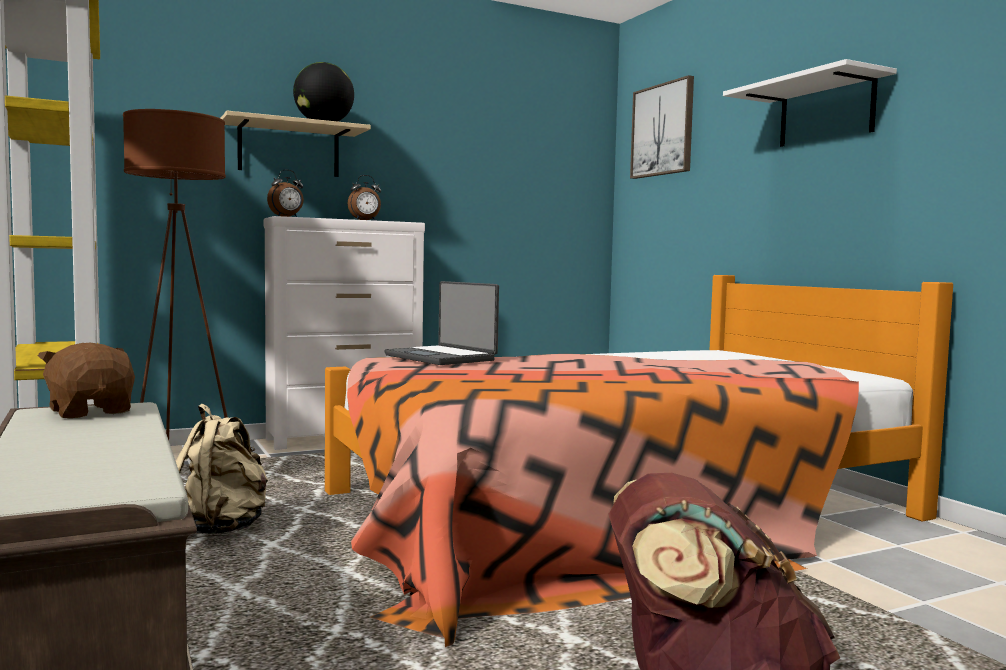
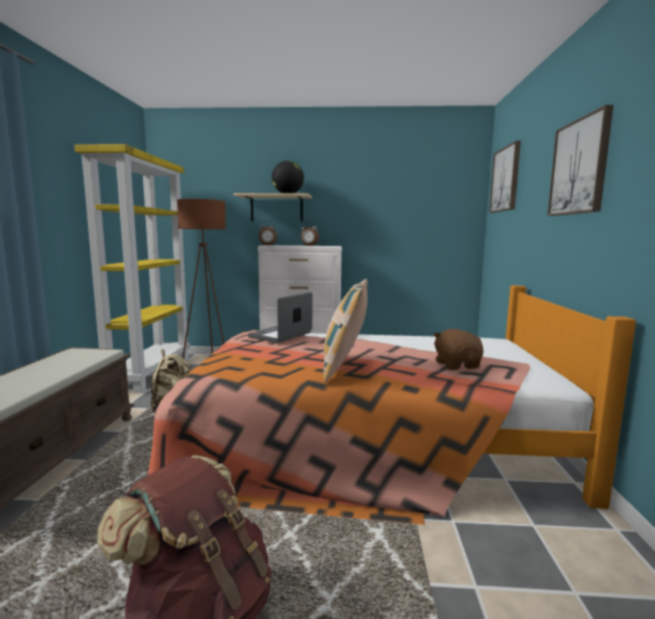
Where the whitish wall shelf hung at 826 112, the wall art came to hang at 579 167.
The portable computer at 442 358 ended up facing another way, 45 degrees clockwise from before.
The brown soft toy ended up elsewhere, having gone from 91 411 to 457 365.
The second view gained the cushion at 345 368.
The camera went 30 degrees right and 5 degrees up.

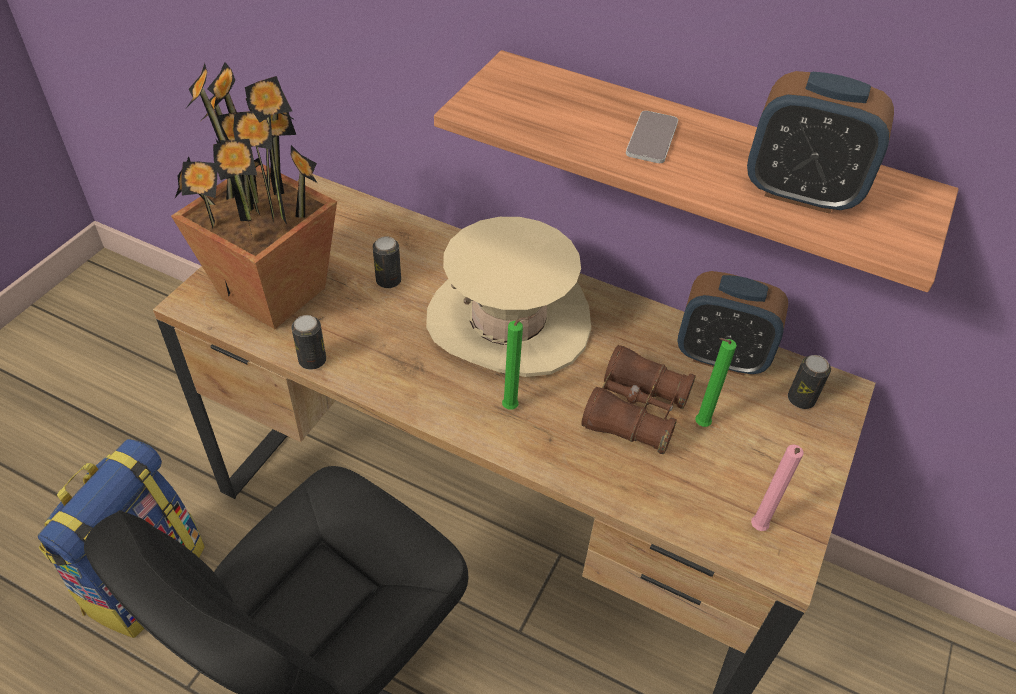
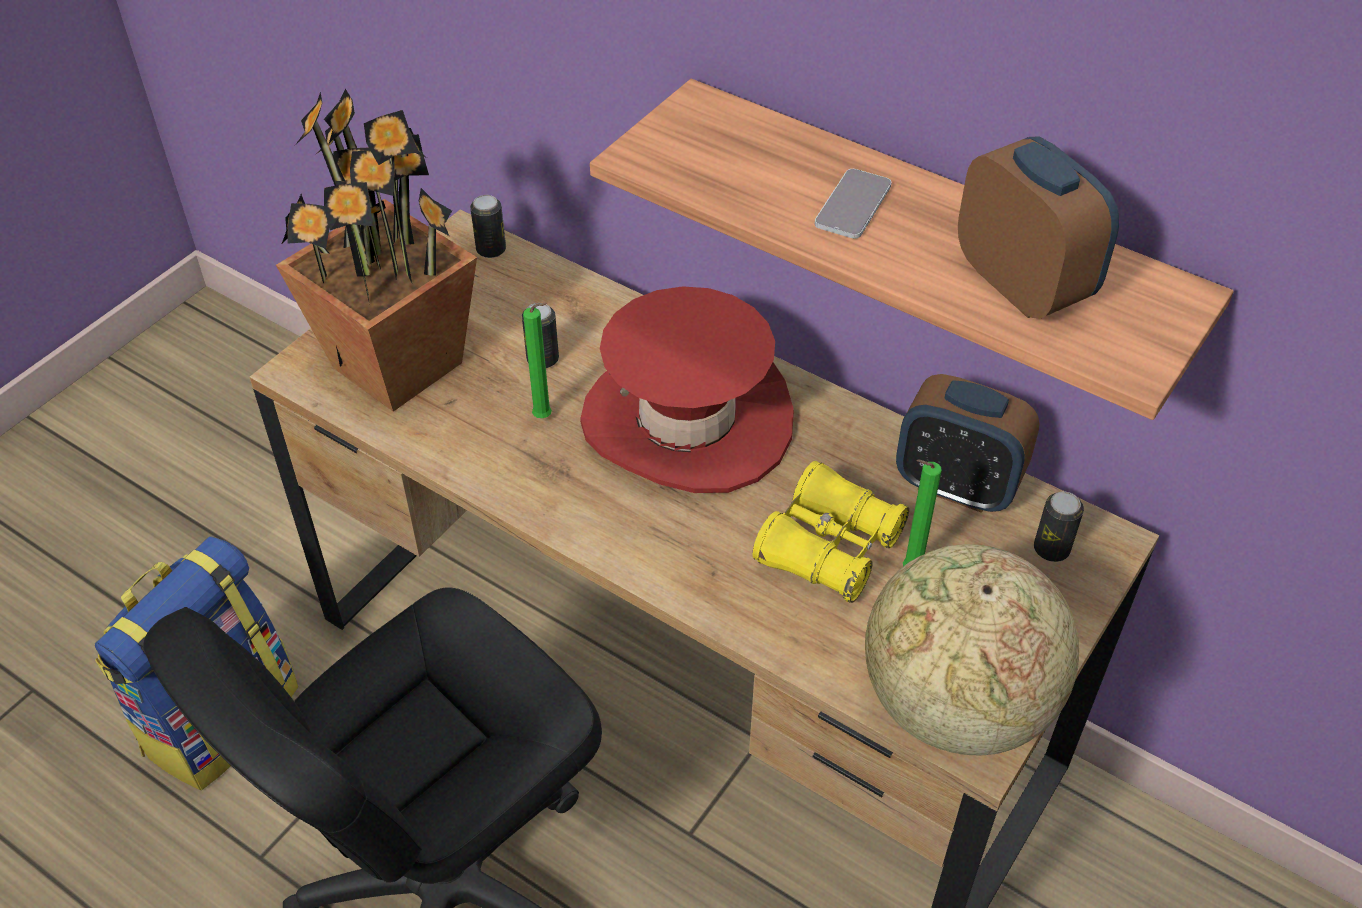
The table clock at 800 192 ended up facing another way, 150 degrees counterclockwise from before.
What was the sand-coloured clothing hat at 508 321 turned into the reddish clothing hat at 687 420.
The sealed can ended up elsewhere, having gone from 312 360 to 491 249.
The green candle ended up elsewhere, having gone from 512 408 to 545 418.
What was the brown field glasses at 635 412 turned into the yellow-coloured field glasses at 828 548.
Where the pink candle stood at 757 529, the world globe came to stand at 954 705.
The camera went 10 degrees right and 0 degrees up.

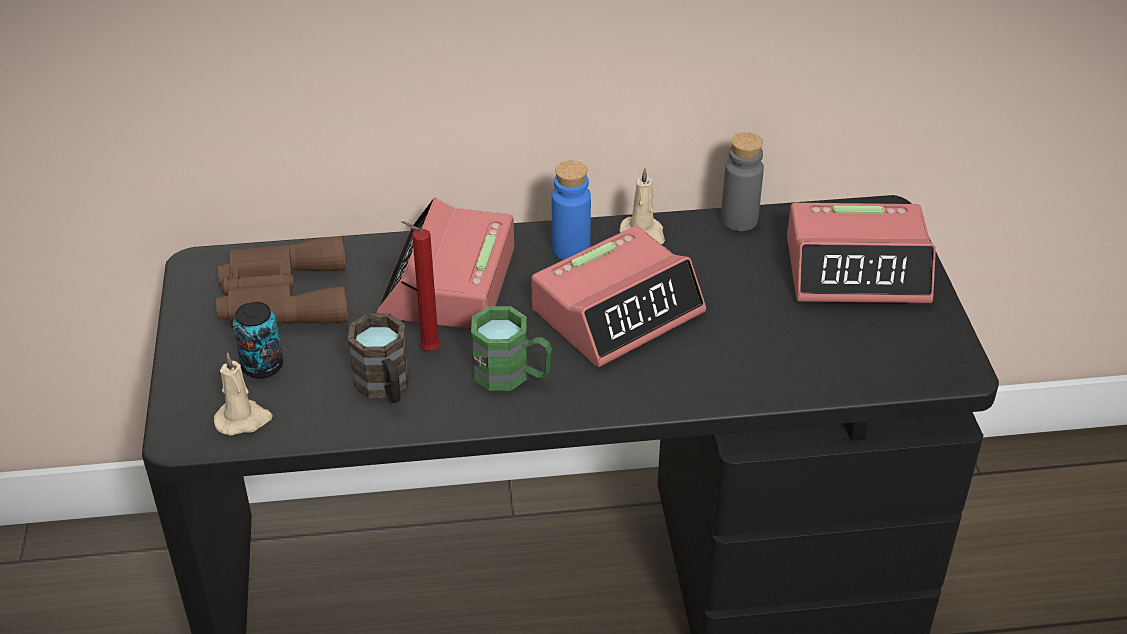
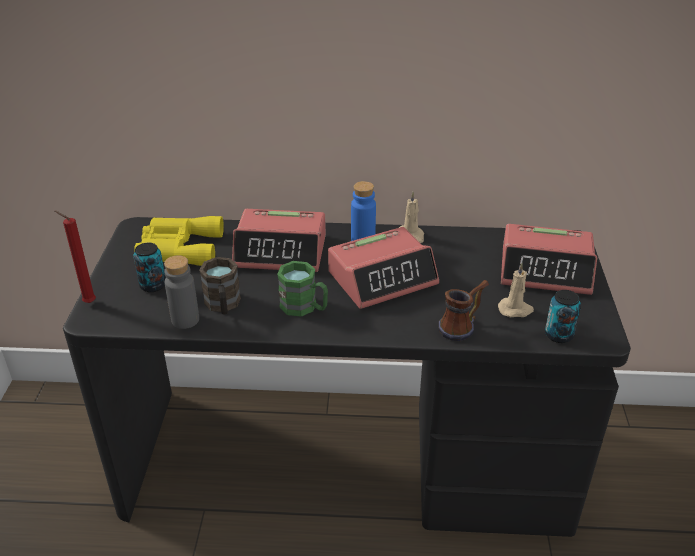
The gray beverage bottle ended up elsewhere, having gone from 739 220 to 185 320.
The table clock at 448 283 ended up facing another way, 105 degrees counterclockwise from before.
The reddish candle ended up elsewhere, having gone from 427 350 to 87 302.
What was the brown field glasses at 281 296 turned into the yellow-coloured field glasses at 178 248.
The sand-coloured candle ended up elsewhere, having gone from 243 419 to 515 310.
The second view gained the mug at 462 326.
The second view gained the sealed can at 558 335.
The camera went 10 degrees right and 5 degrees down.

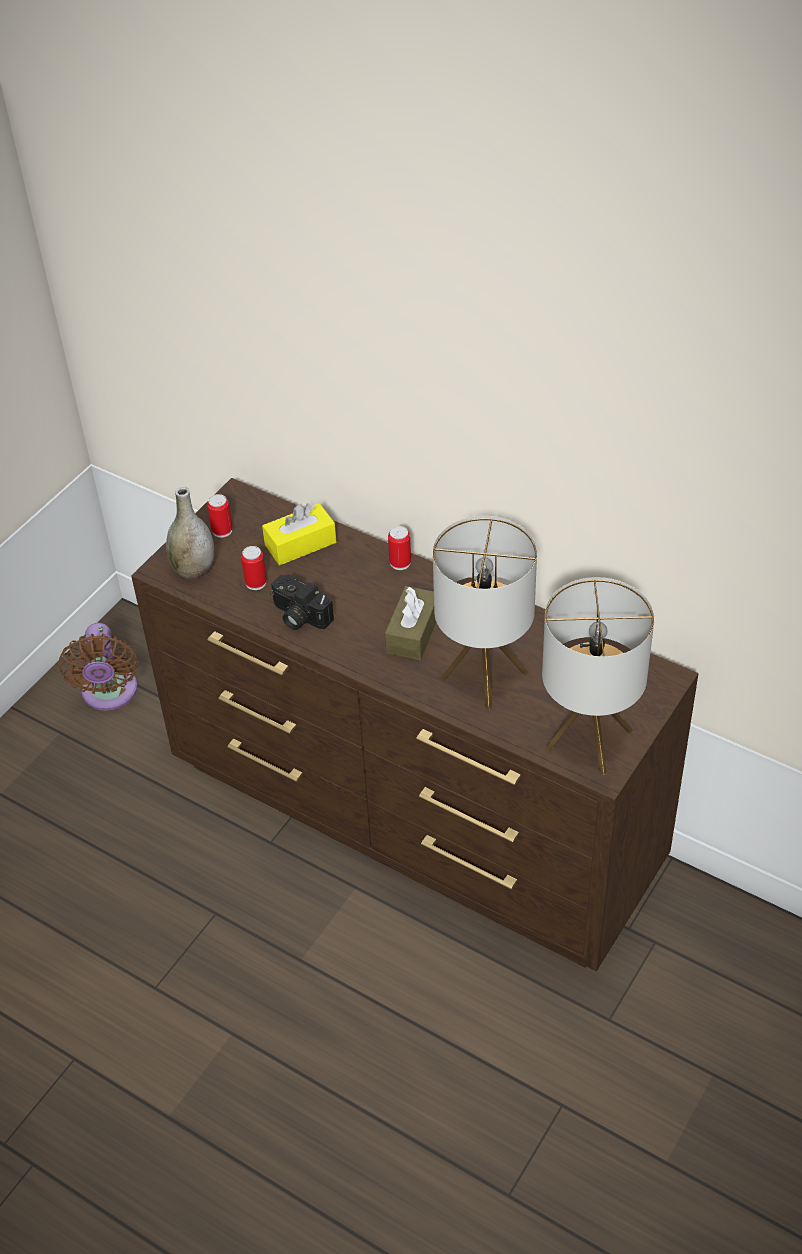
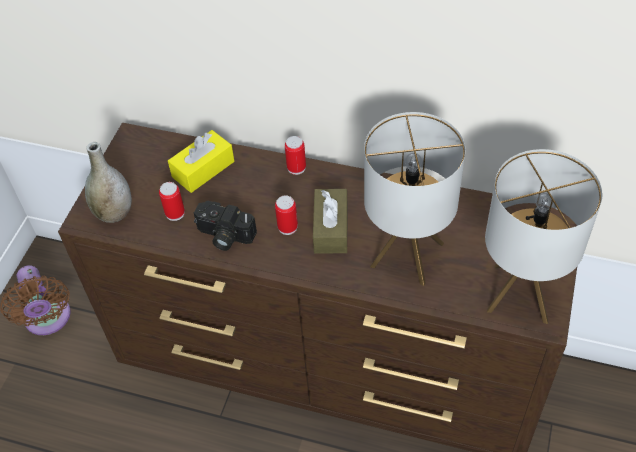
The sealed can ended up elsewhere, having gone from 222 530 to 287 227.
The camera went 15 degrees left and 5 degrees up.

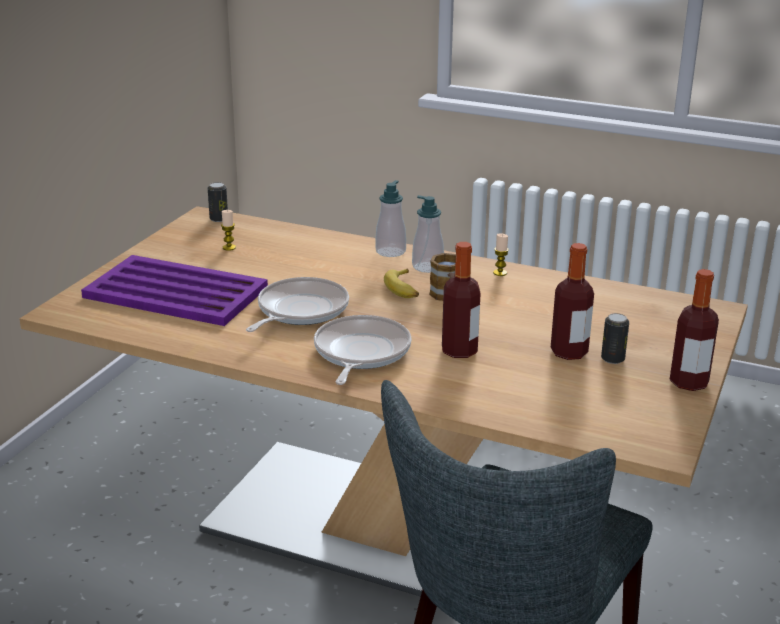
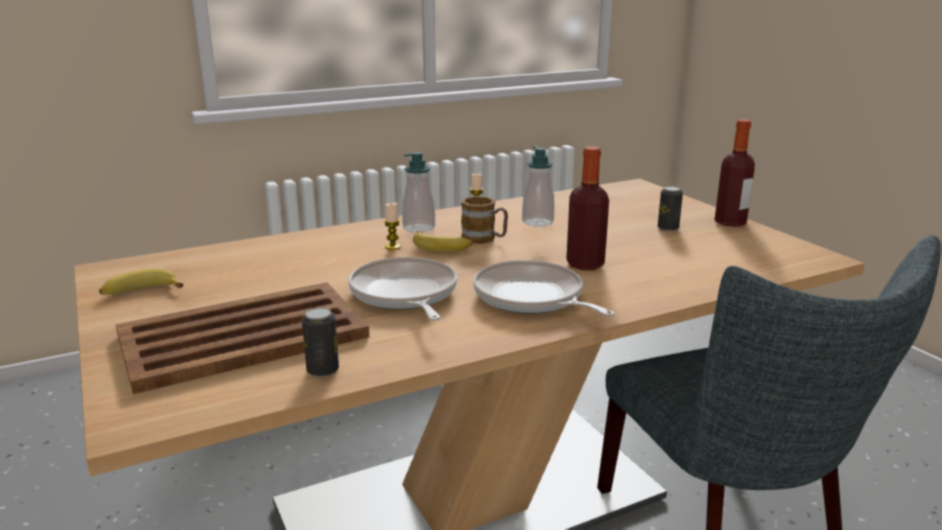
The soap dispenser ended up elsewhere, having gone from 390 251 to 537 222.
The sealed can ended up elsewhere, having gone from 219 219 to 323 370.
The candle ended up elsewhere, having gone from 229 247 to 393 247.
The second view lost the beverage bottle at 569 352.
What was the purple carrying tray at 177 293 turned into the brown carrying tray at 245 336.
The second view gained the banana fruit at 141 292.
The camera went 50 degrees left and 5 degrees down.

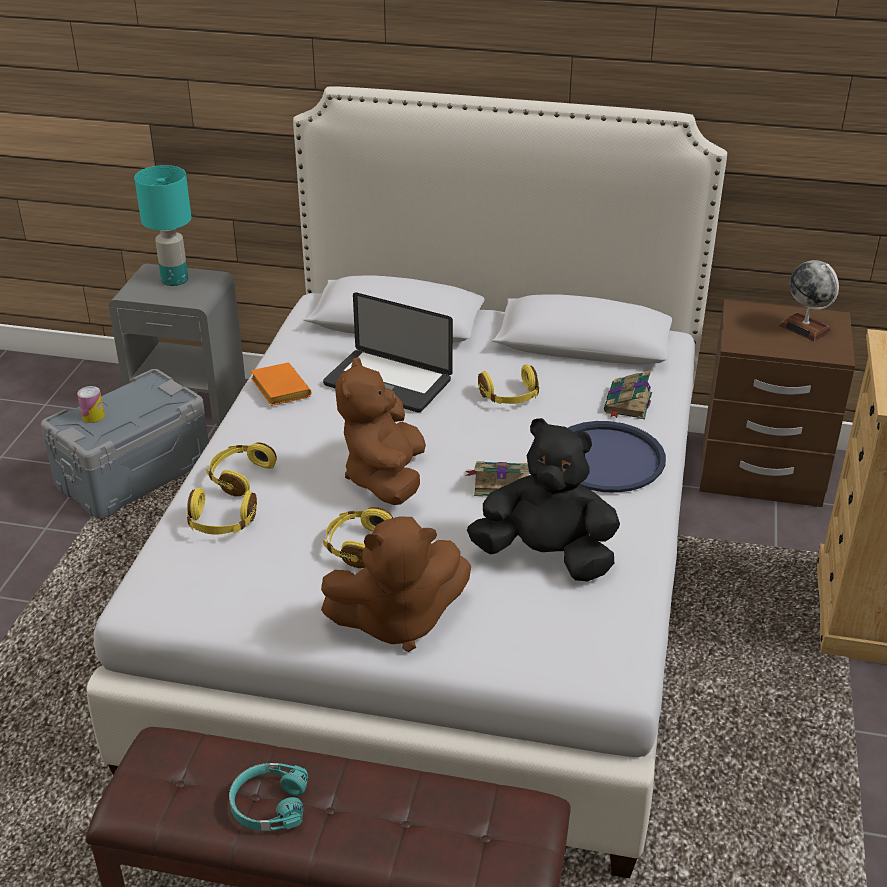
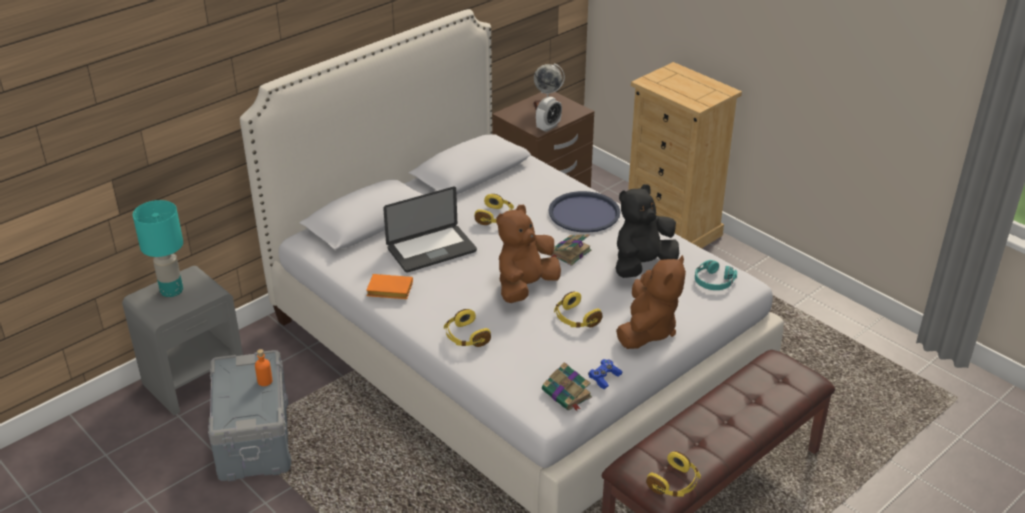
The brown soft toy at 385 478 ended up facing another way, 90 degrees clockwise from before.
The volume ended up elsewhere, having gone from 627 404 to 567 394.
The second view lost the sealed can at 93 416.
The yellow-coloured pair of headphones ended up elsewhere, having gone from 221 523 to 674 484.
The turquoise pair of headphones ended up elsewhere, having gone from 268 804 to 713 281.
The second view gained the table clock at 548 127.
The second view gained the orange-coloured beverage bottle at 265 381.
The second view gained the blue-coloured joypad at 604 378.
The camera went 55 degrees left and 0 degrees up.

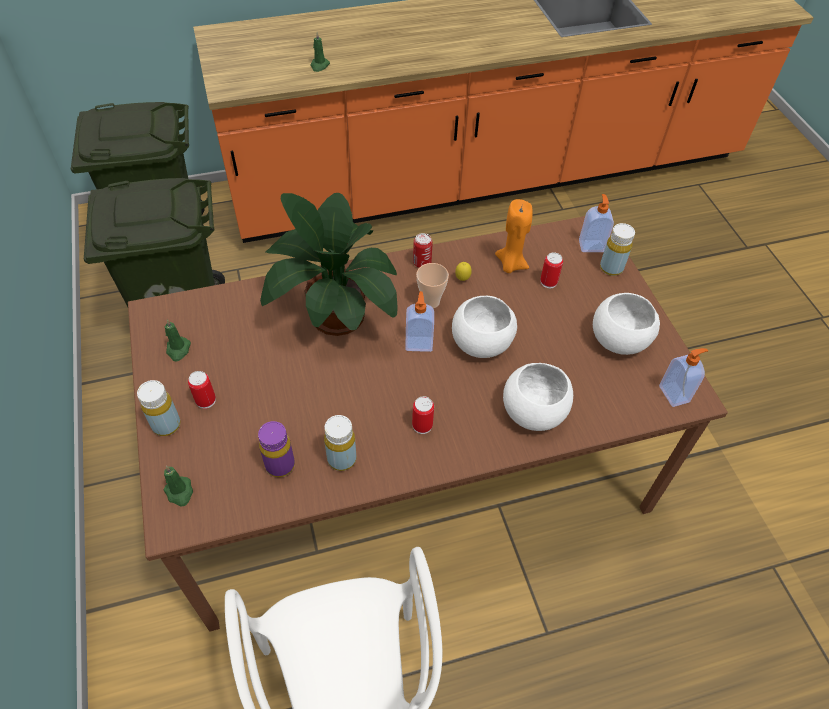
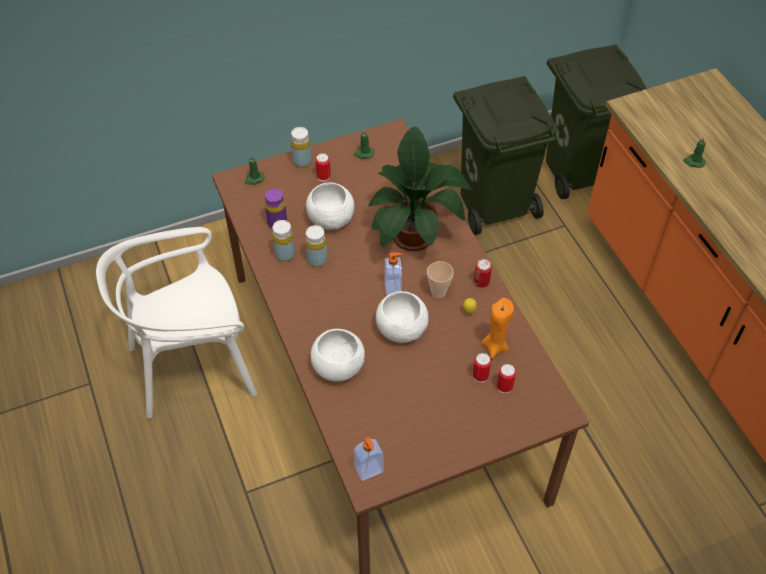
The second view lost the soap dispenser at 591 245.
The yellow-coloured beverage bottle ended up elsewhere, having gone from 611 268 to 317 260.
The whitish bowl ended up elsewhere, having gone from 619 340 to 329 219.
The sealed can ended up elsewhere, having gone from 422 425 to 504 386.
The camera went 85 degrees right and 0 degrees up.

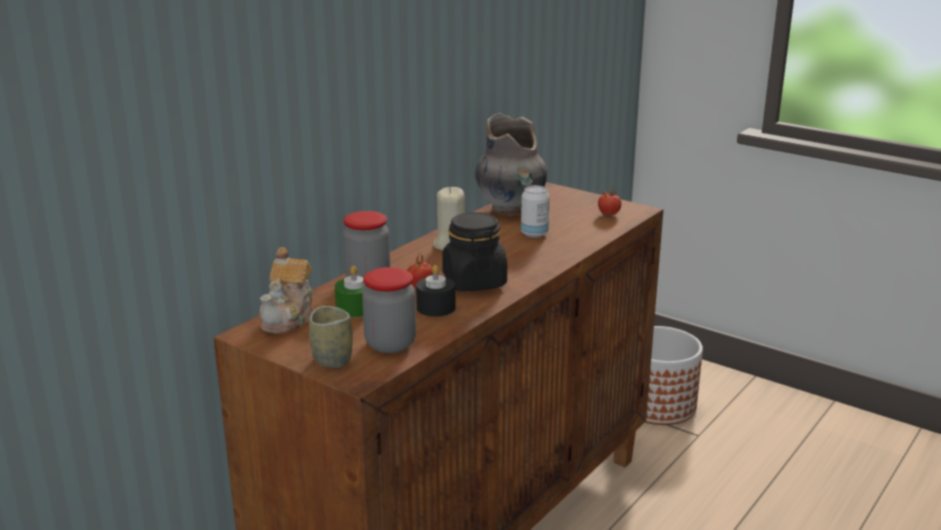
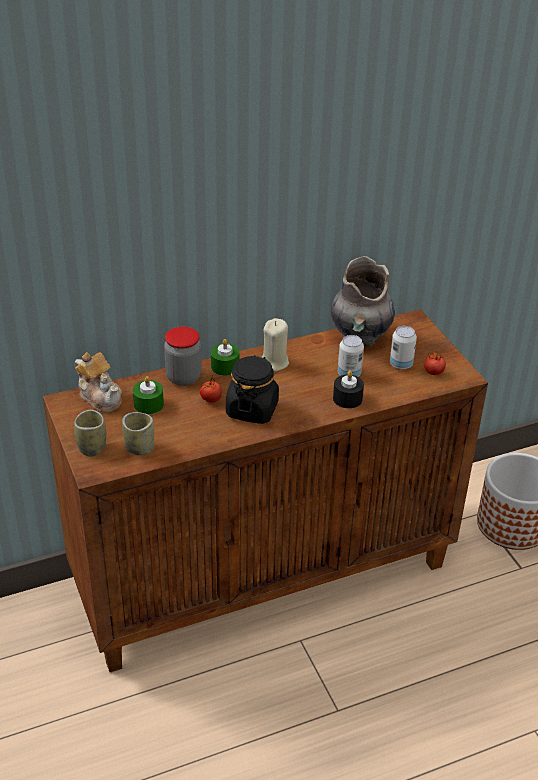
The tea pot at 289 318 ended up facing another way, 90 degrees counterclockwise from before.
The black-coloured candle ended up elsewhere, having gone from 436 307 to 347 398.
Where the jar stood at 390 344, the cup came to stand at 139 448.
The second view gained the sealed can at 401 364.
The second view gained the green candle at 225 367.
The camera went 30 degrees right and 15 degrees up.

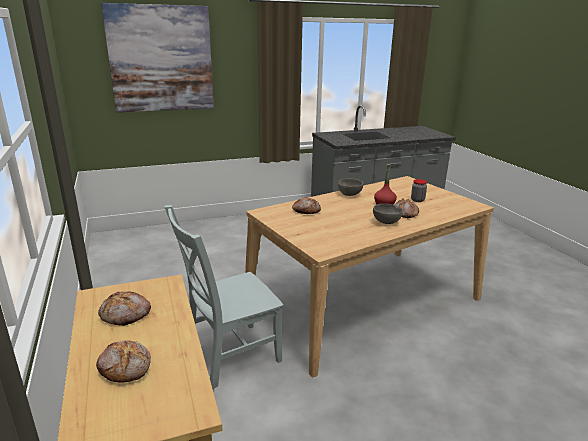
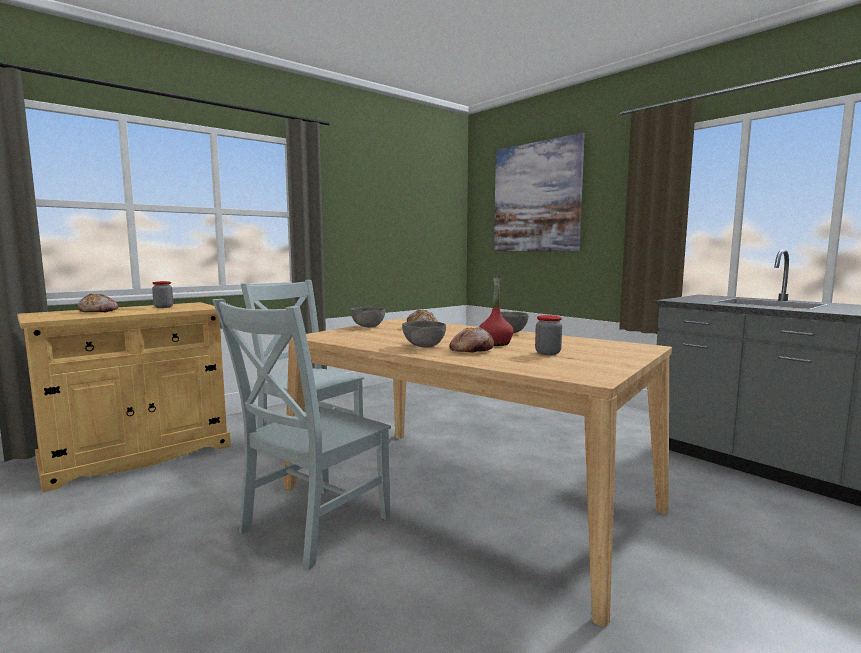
Where the bakery bread stood at 126 315, the jar came to stand at 163 307.
The second view gained the gray plain chair at 311 527.
The second view gained the gray bowl at 367 327.
The camera went 70 degrees right and 15 degrees down.

